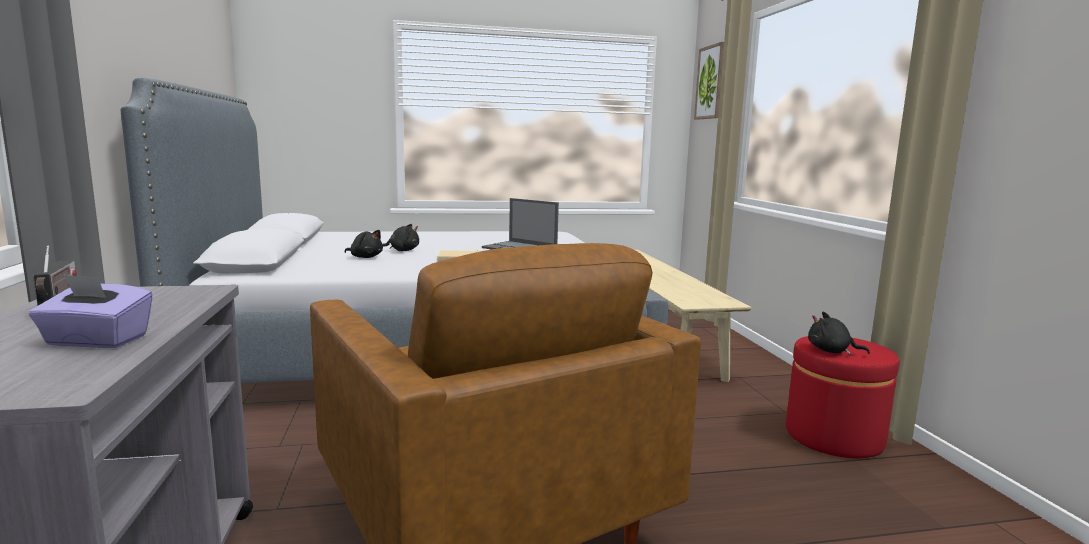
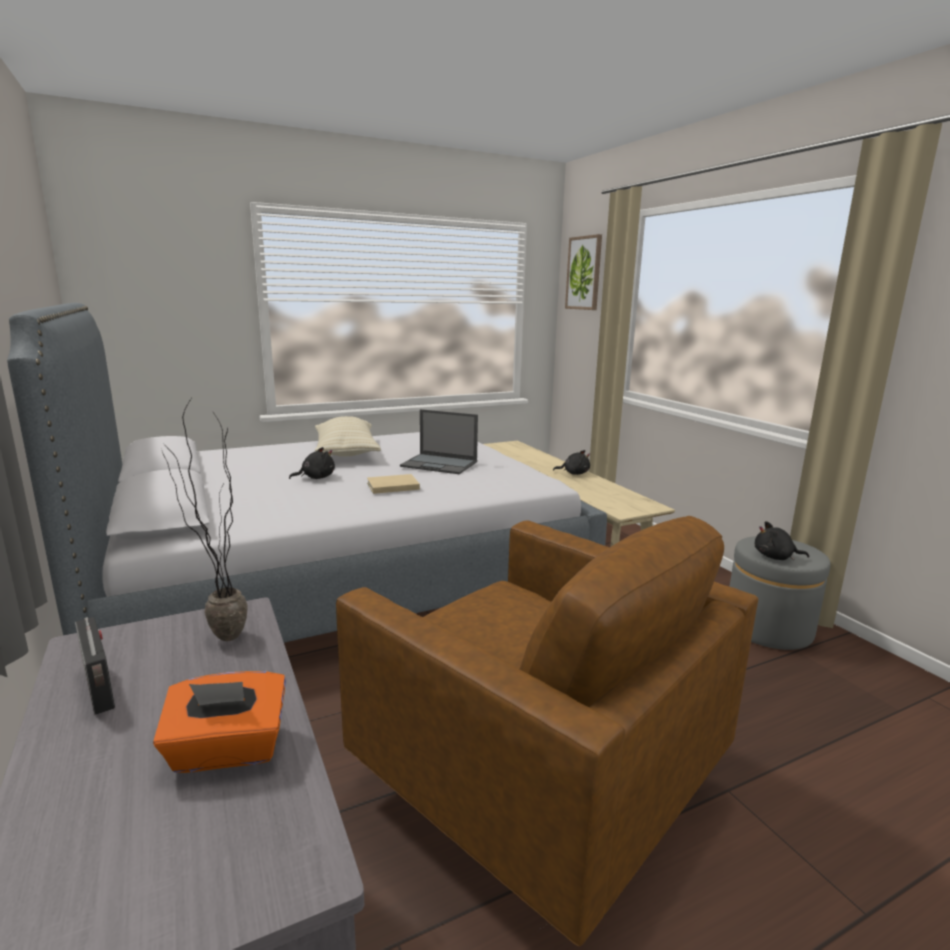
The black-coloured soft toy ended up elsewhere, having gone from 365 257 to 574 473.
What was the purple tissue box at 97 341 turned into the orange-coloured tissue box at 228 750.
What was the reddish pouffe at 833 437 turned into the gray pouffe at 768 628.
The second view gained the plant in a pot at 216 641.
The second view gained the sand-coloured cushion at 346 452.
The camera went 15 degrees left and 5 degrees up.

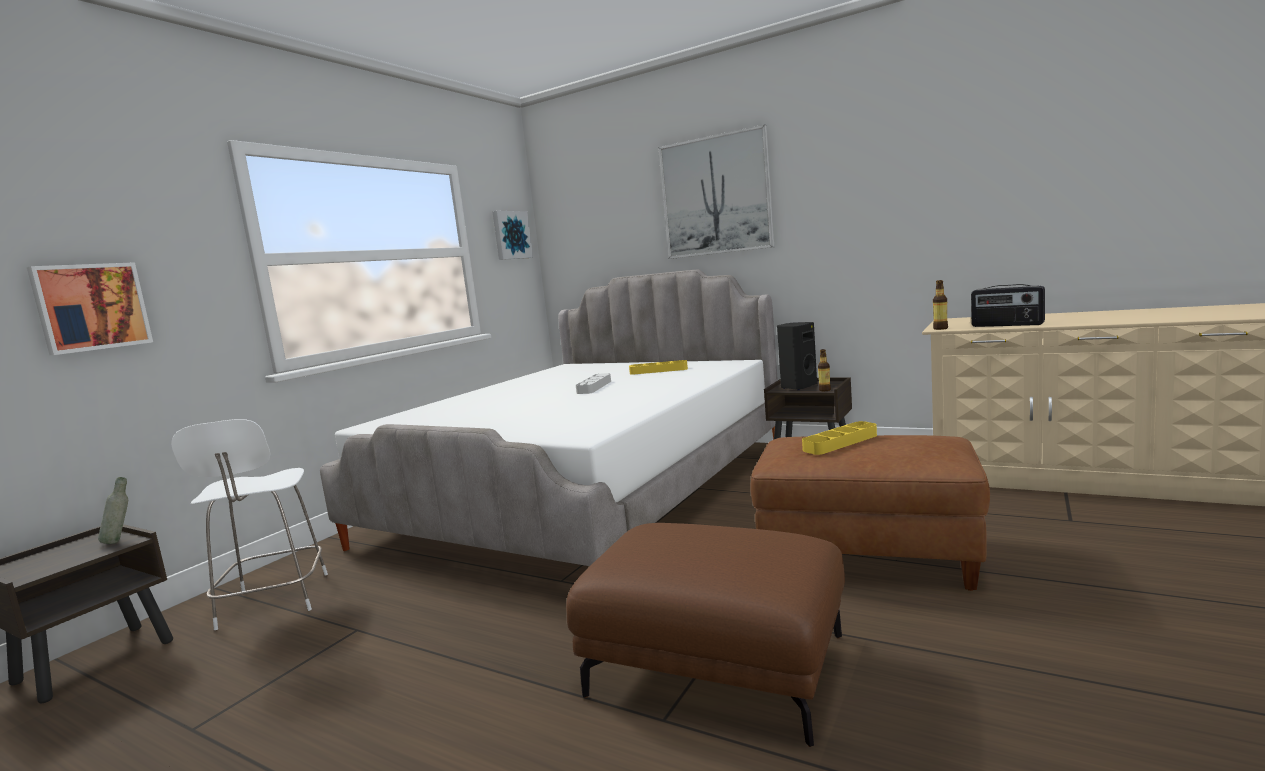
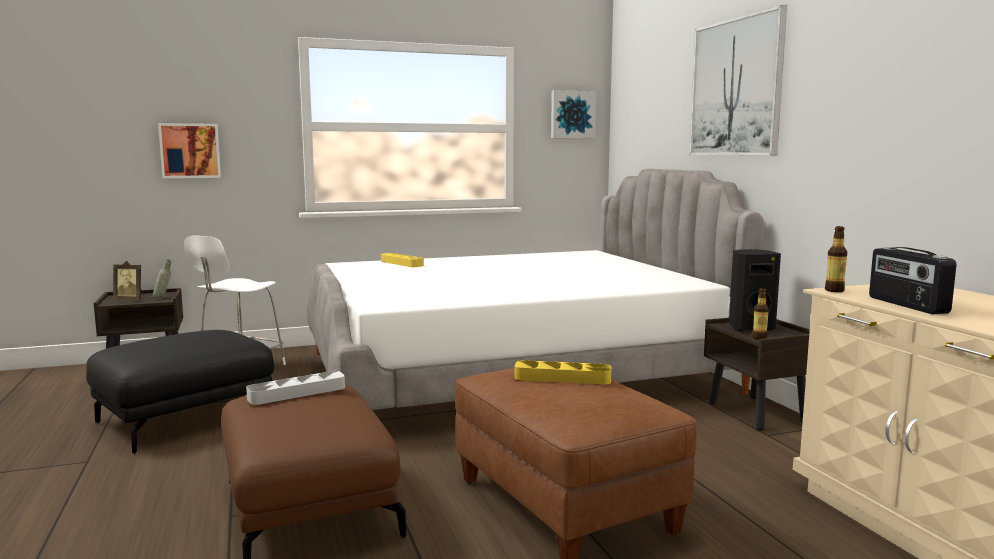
The yellow-coloured carrying tray ended up elsewhere, having gone from 658 371 to 402 263.
The gray carrying tray ended up elsewhere, having gone from 594 387 to 297 393.
The second view gained the standing frame at 130 300.
The second view gained the black-coloured pouffe at 186 418.
The camera went 40 degrees right and 0 degrees up.

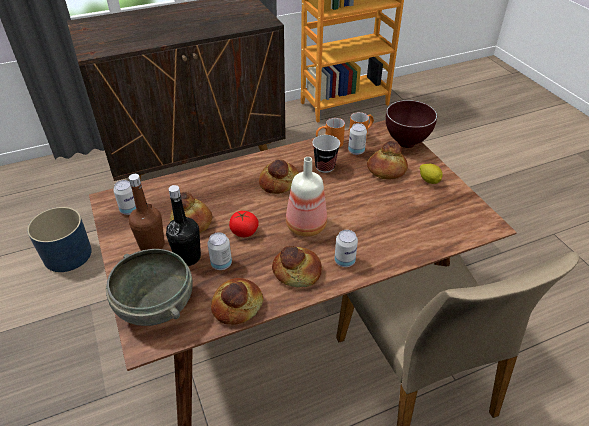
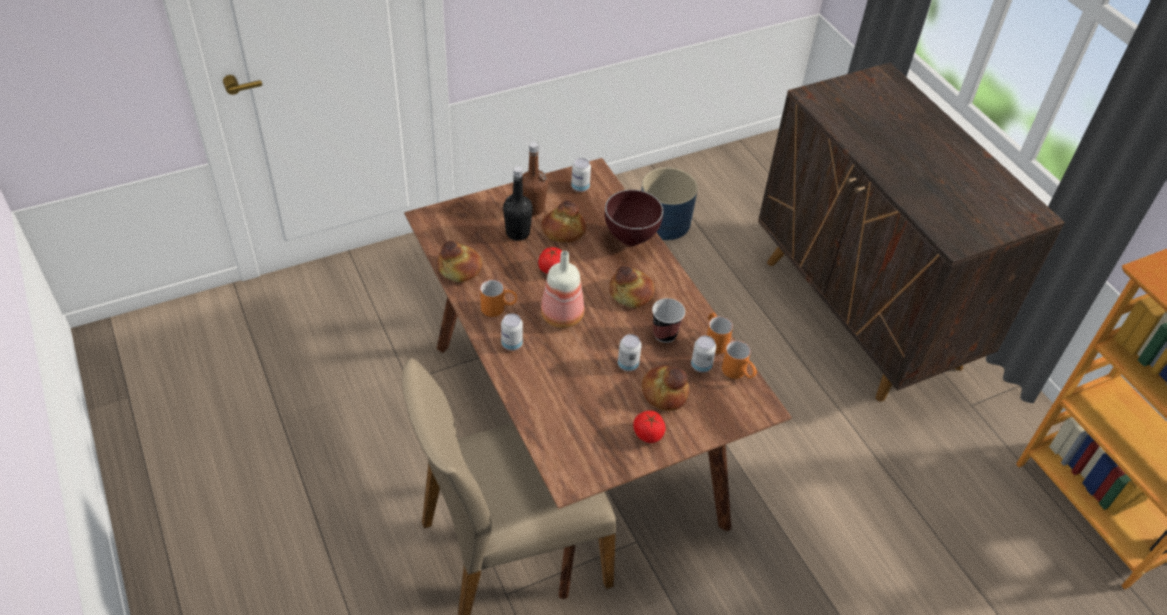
The brown bowl ended up elsewhere, having gone from 405 143 to 631 238.
Where the citrus fruit stood at 429 180, the tomato came to stand at 648 434.
The sealed can ended up elsewhere, having gone from 221 264 to 628 364.
Where the bakery bread stood at 297 271, the orange-coloured mug came to stand at 499 308.
The second view lost the gray bowl at 155 306.
The camera went 85 degrees right and 5 degrees up.

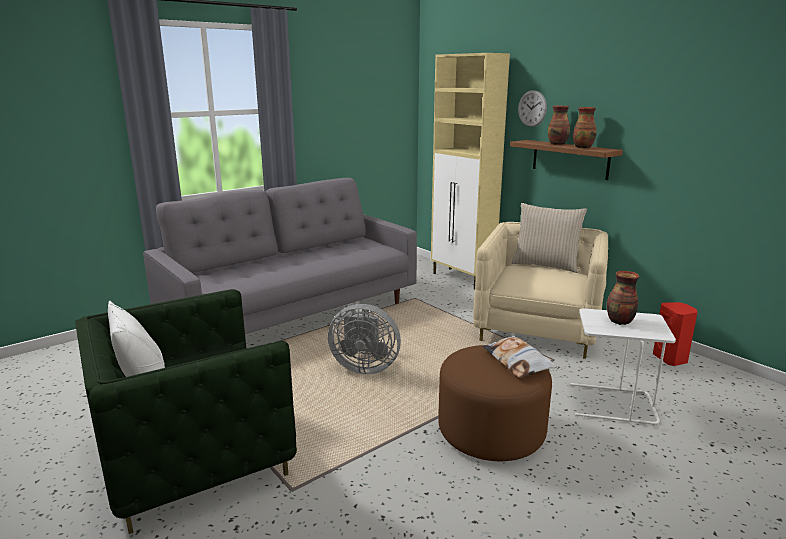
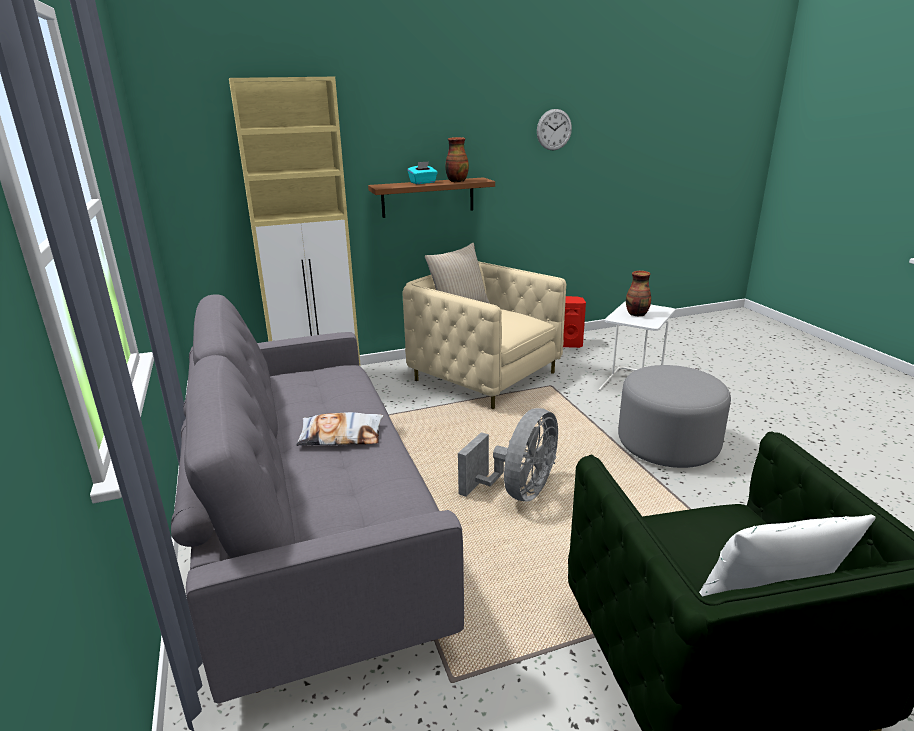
The hanging clock ended up elsewhere, having gone from 532 108 to 554 129.
Where the vase stood at 558 144, the turquoise tissue box came to stand at 423 182.
The cushion ended up elsewhere, having gone from 517 361 to 341 436.
What was the brown pouffe at 491 432 turned into the gray pouffe at 668 444.
The camera went 70 degrees left and 5 degrees up.

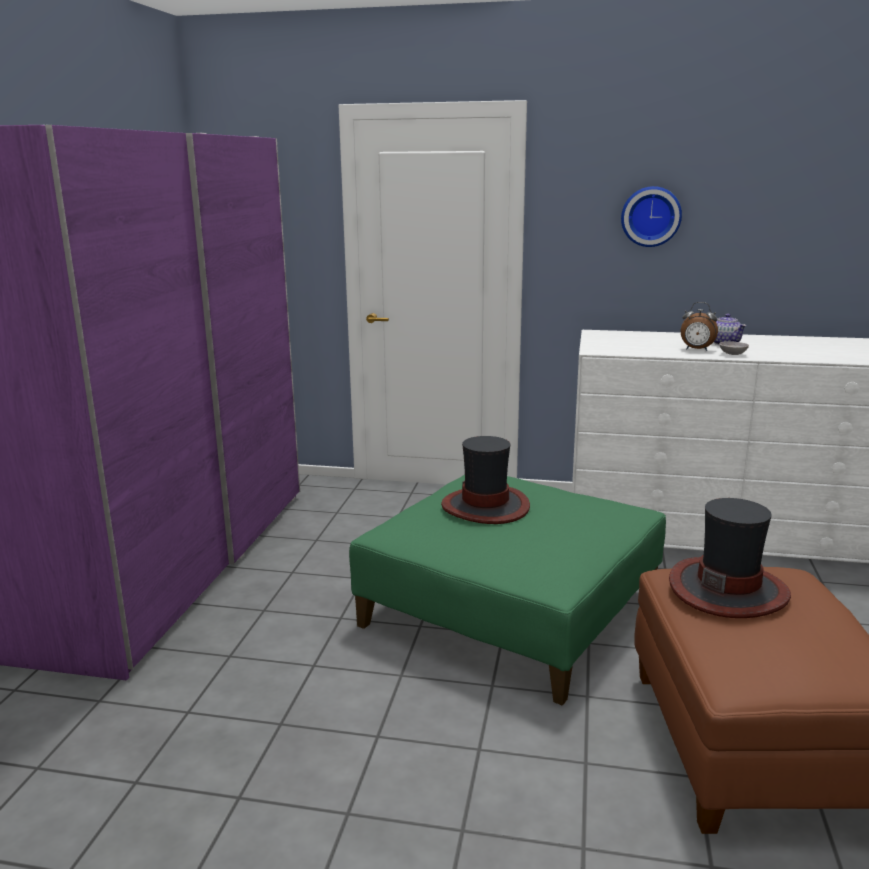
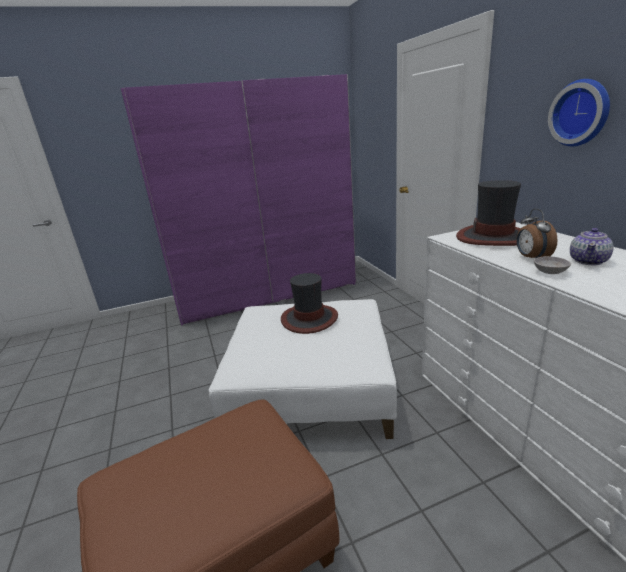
What was the green pouffe at 510 609 turned into the whitish pouffe at 310 387.
The clothing hat ended up elsewhere, having gone from 728 589 to 493 237.
The camera went 60 degrees right and 5 degrees up.

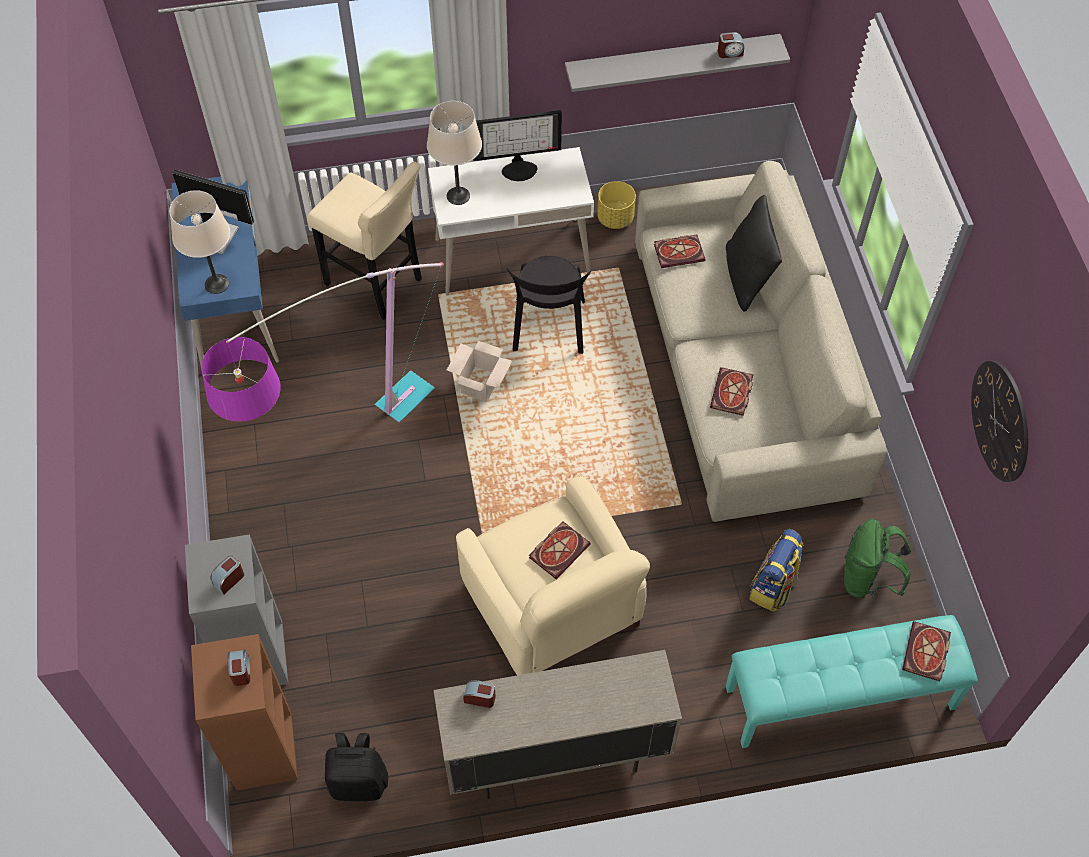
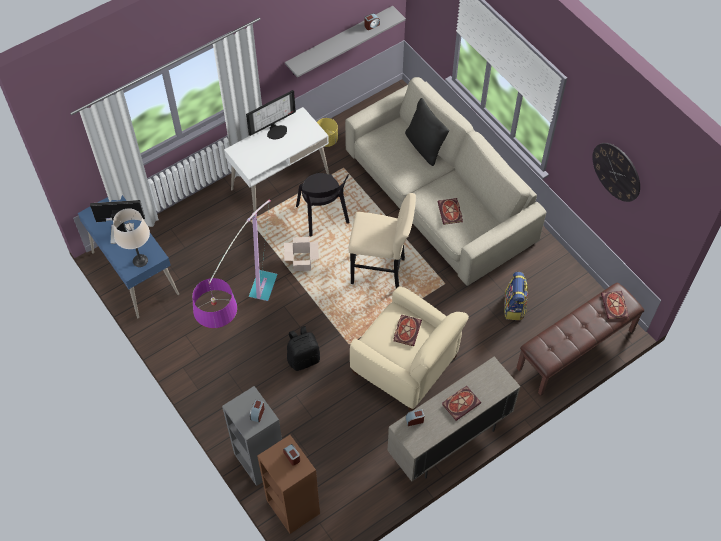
The second view lost the sand-coloured table lamp at 458 196.
The sand-coloured sitting stool ended up elsewhere, having gone from 377 285 to 381 272.
The volume ended up elsewhere, having gone from 680 252 to 461 403.
The second view lost the green backpack at 867 579.
What was the turquoise bench at 840 699 turned into the brown bench at 576 350.
The black-coloured backpack ended up elsewhere, having gone from 359 780 to 303 358.
The camera went 25 degrees left and 0 degrees up.

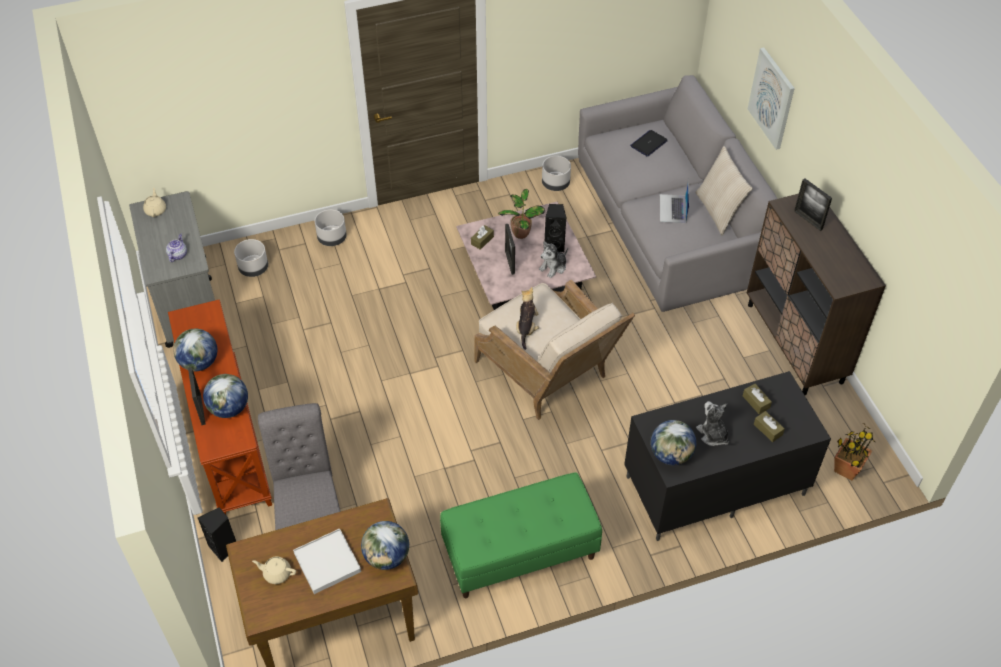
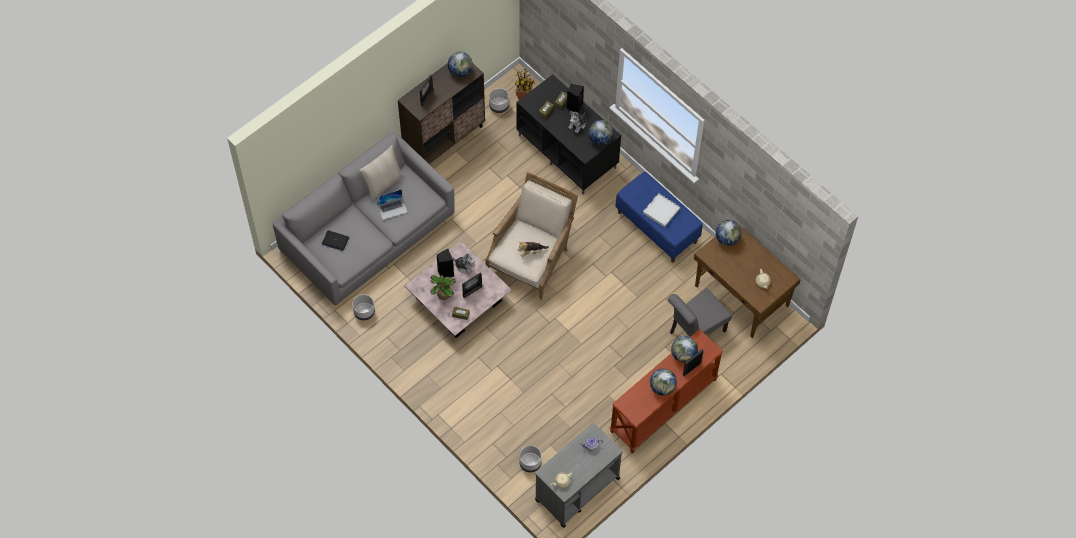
The second view lost the wall art at 772 98.
The gray plant pot ended up elsewhere, having gone from 332 238 to 499 106.
What was the green bench at 519 554 turned into the blue-coloured bench at 657 227.
The black-coloured loudspeaker ended up elsewhere, having gone from 224 548 to 574 108.
The whitish carrying tray ended up elsewhere, having gone from 327 563 to 661 211.
The second view gained the world globe at 460 71.
The camera went 115 degrees left and 10 degrees up.

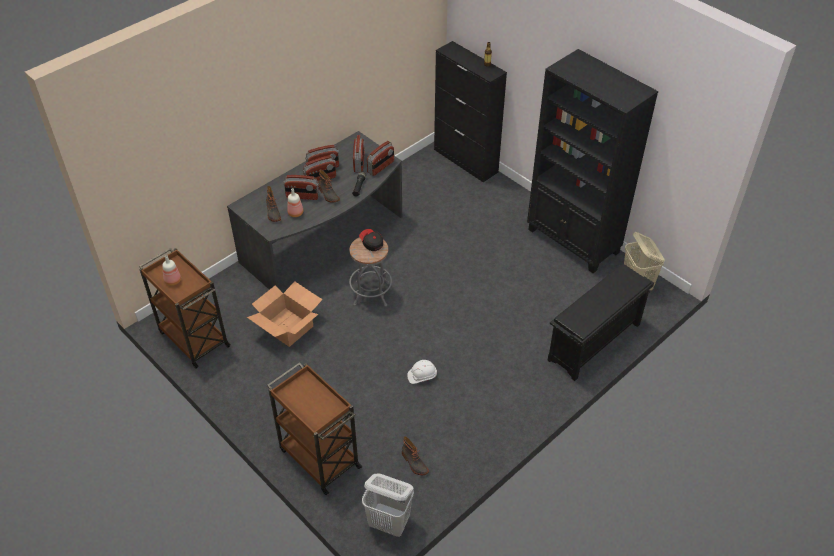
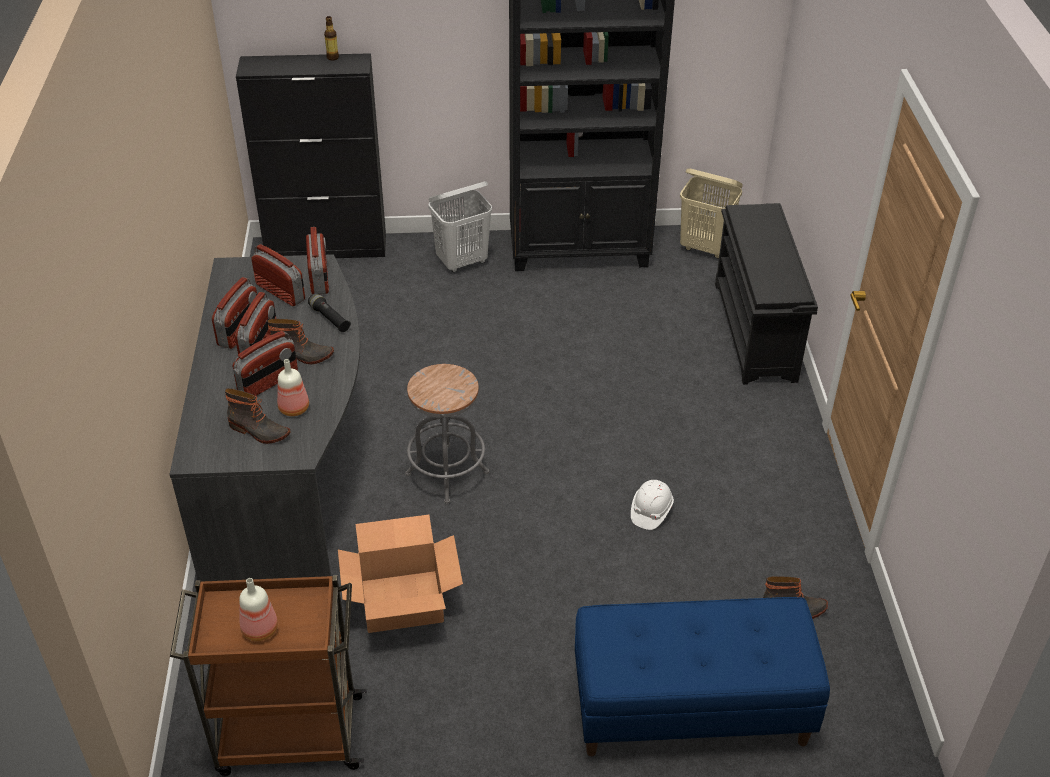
The second view lost the baseball cap at 371 243.
Where the brown wheeled cart stood at 318 457, the blue-coloured bench came to stand at 689 710.
The whitish hamper ended up elsewhere, having gone from 389 523 to 462 262.
The camera went 50 degrees left and 5 degrees down.

